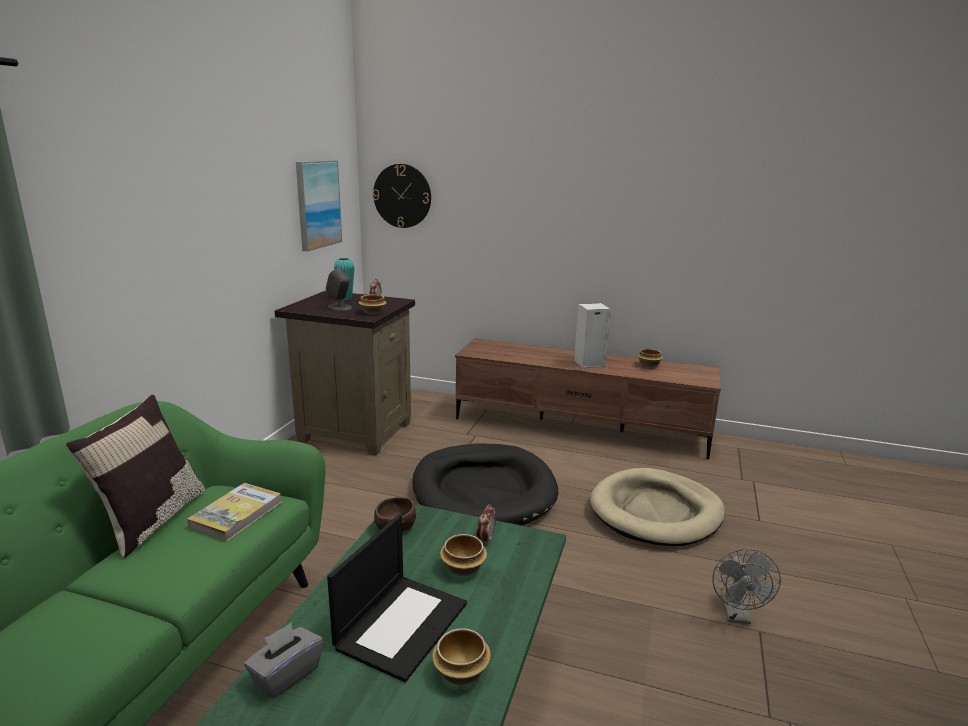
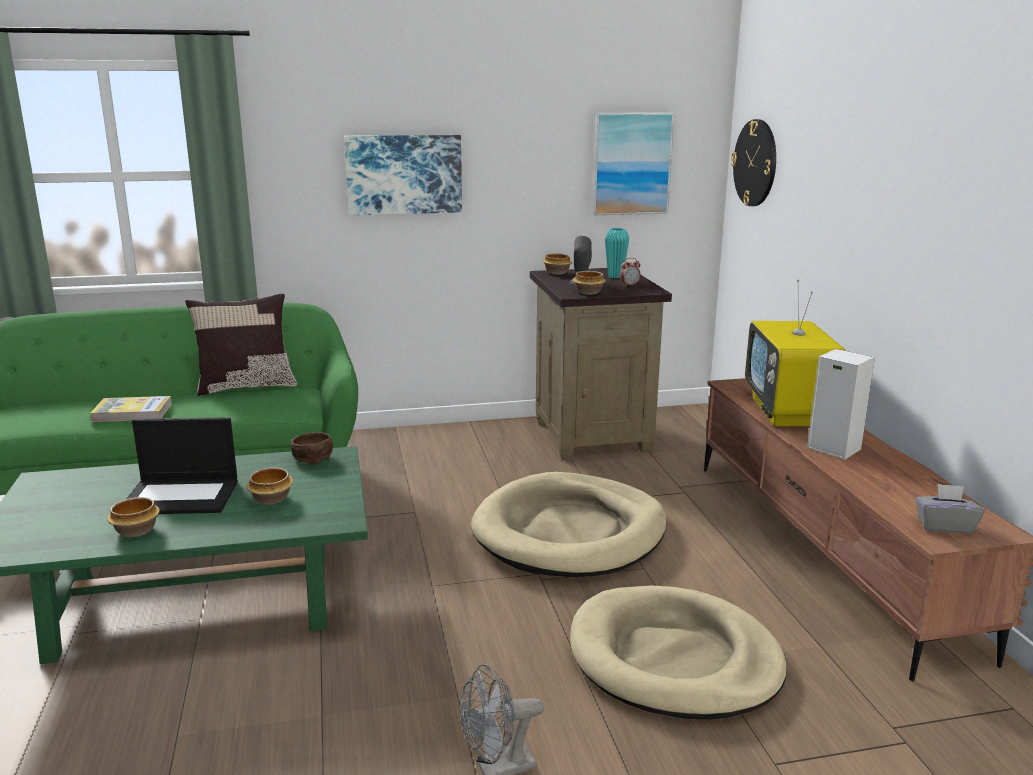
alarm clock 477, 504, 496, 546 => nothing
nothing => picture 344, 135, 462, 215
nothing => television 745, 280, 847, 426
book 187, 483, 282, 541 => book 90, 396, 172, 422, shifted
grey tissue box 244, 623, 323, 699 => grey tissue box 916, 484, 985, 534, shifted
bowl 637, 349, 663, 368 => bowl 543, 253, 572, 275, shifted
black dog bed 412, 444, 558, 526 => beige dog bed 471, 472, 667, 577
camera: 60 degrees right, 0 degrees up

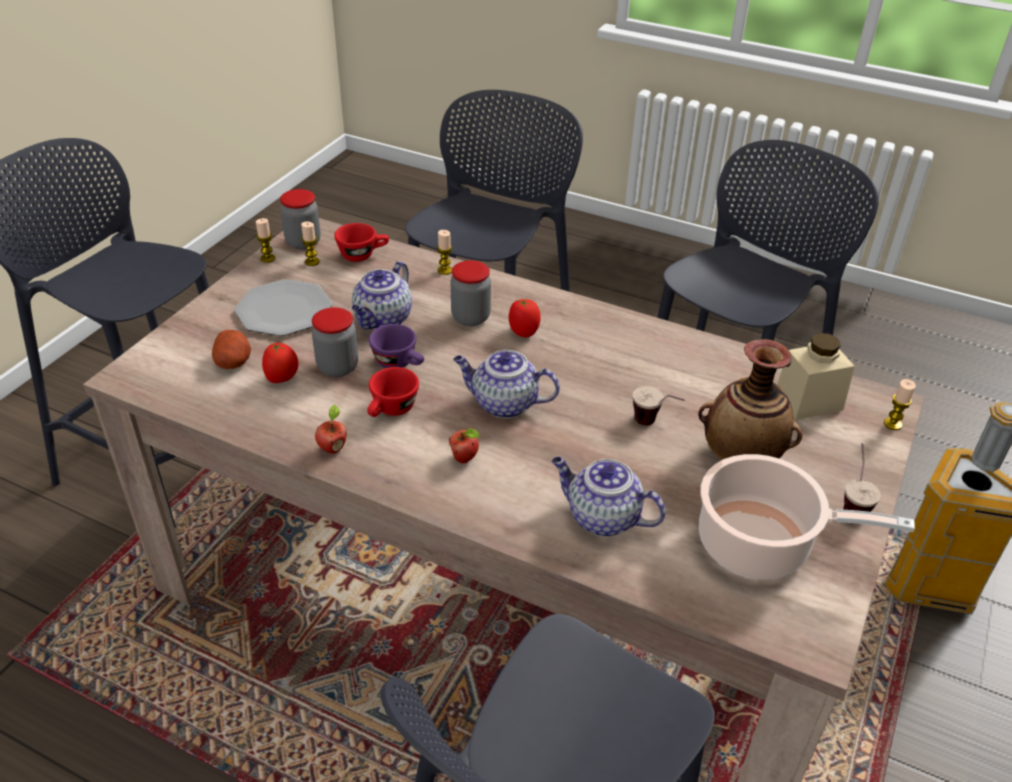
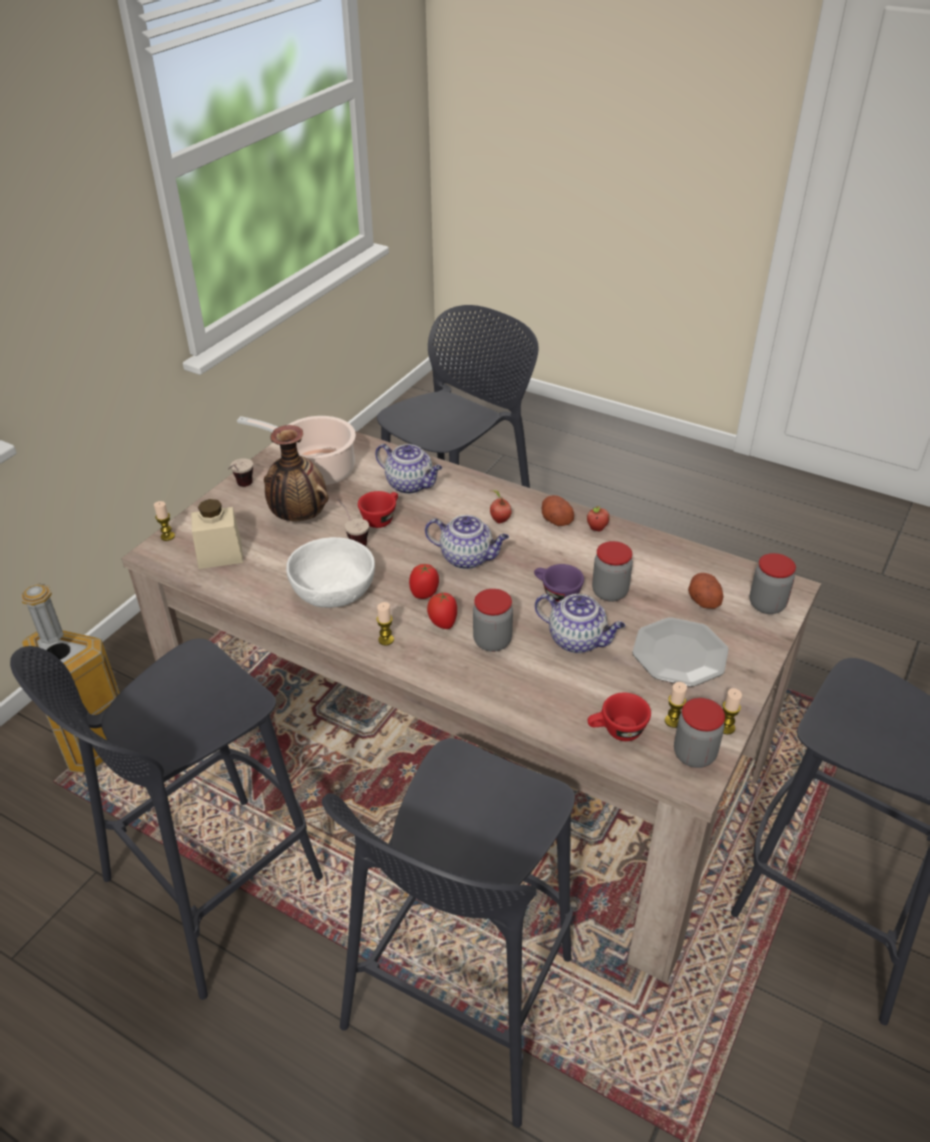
nothing => white bowl 286, 537, 375, 608
nothing => potato 542, 495, 574, 526
nothing => jar 750, 553, 796, 614
tomato 262, 342, 299, 383 => tomato 409, 564, 439, 599, shifted
red cup 367, 367, 419, 417 => red cup 358, 491, 398, 528, shifted
candle 437, 230, 452, 275 => candle 377, 602, 394, 646, shifted
teapot 352, 261, 412, 329 => teapot 535, 594, 625, 653, 90 degrees clockwise
camera: 175 degrees left, 0 degrees up

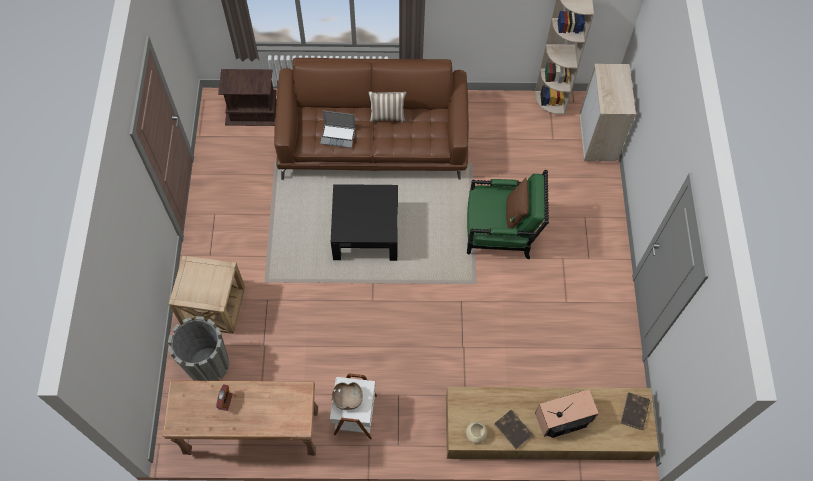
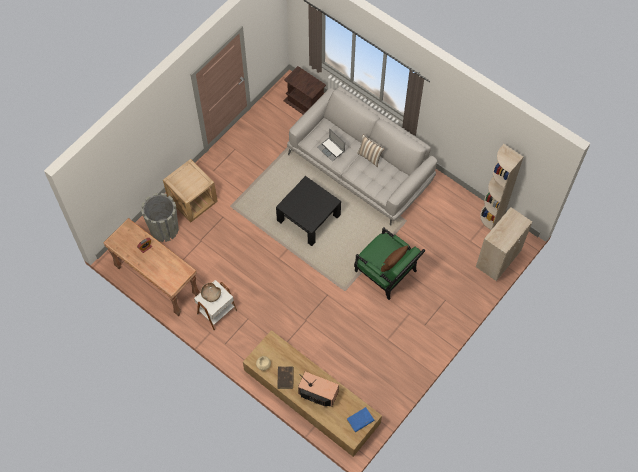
brown sofa 274, 58, 469, 180 => grey sofa 287, 86, 437, 226
brown book 620, 392, 650, 430 => blue book 347, 407, 374, 432
camera: 40 degrees right, 0 degrees up

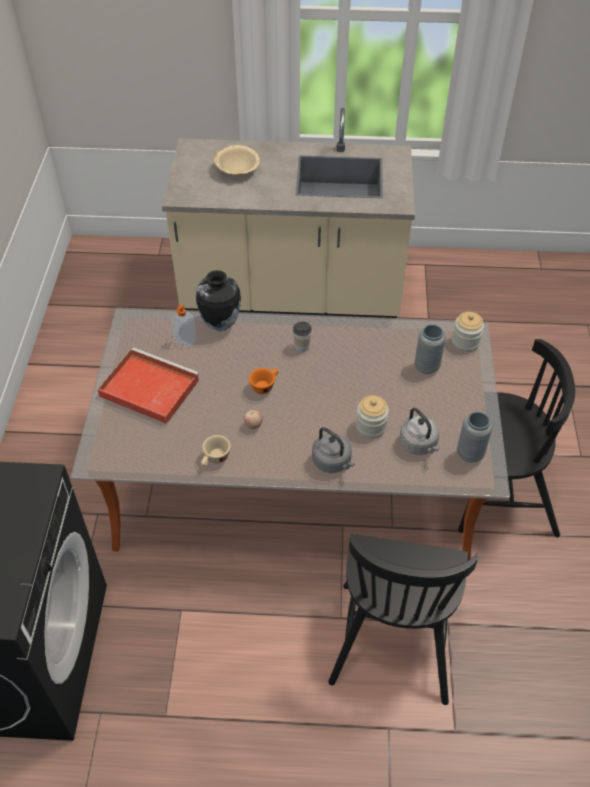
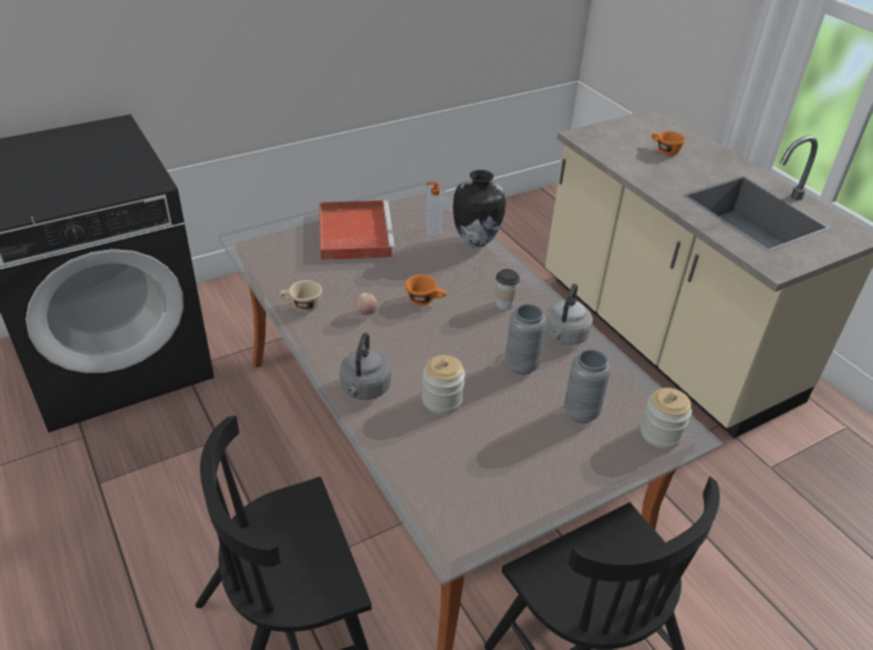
grey kettle 399, 408, 440, 455 => grey kettle 545, 284, 593, 345, shifted
grey vase 457, 412, 493, 463 => grey vase 505, 304, 547, 375, shifted
beige bowl 214, 145, 260, 176 => orange cup 652, 131, 685, 156
camera: 55 degrees right, 10 degrees down

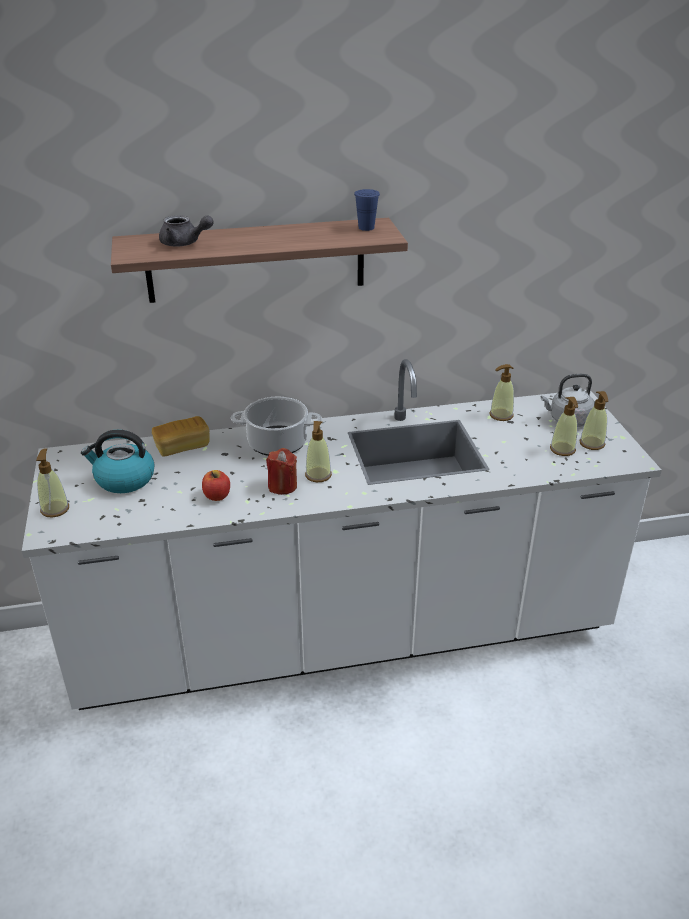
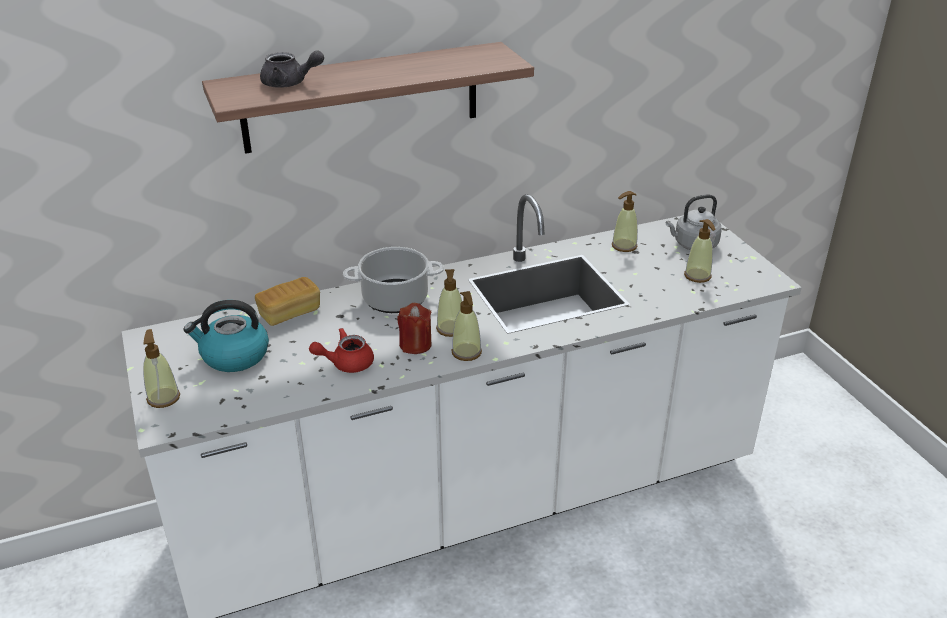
blue cup 354, 189, 380, 231 => nothing
soap dispenser 579, 391, 608, 450 => soap dispenser 452, 291, 482, 361, shifted
apple 202, 470, 230, 501 => red teapot 309, 328, 374, 373
camera: 10 degrees left, 0 degrees up

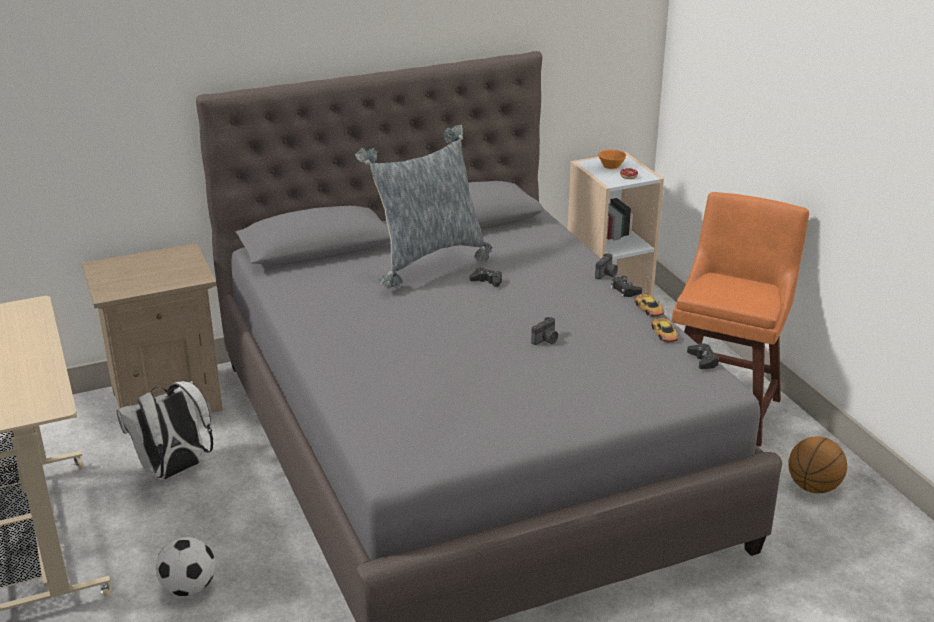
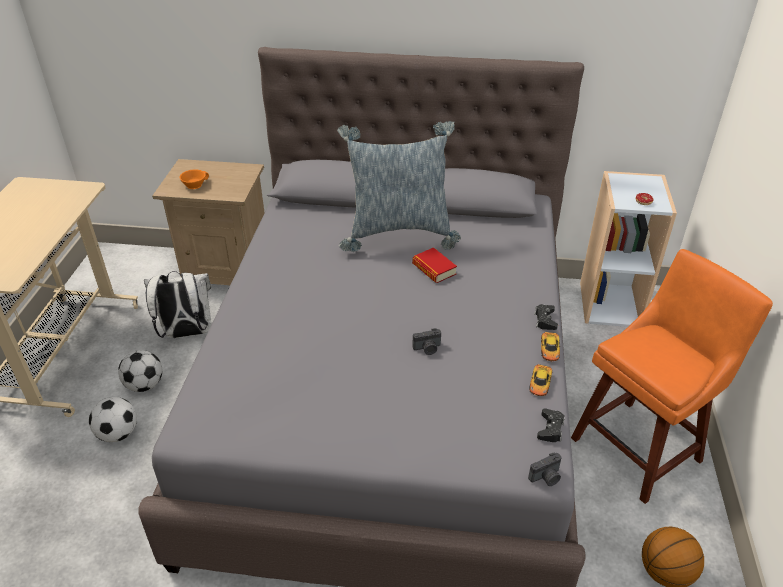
nothing => football 118, 350, 162, 392
photo camera 595, 253, 618, 279 => photo camera 528, 452, 562, 486, shifted
orange cup 598, 150, 626, 169 => orange cup 179, 169, 209, 189, shifted
black game controller 469, 268, 502, 287 => book 412, 247, 457, 283
camera: 30 degrees right, 10 degrees up

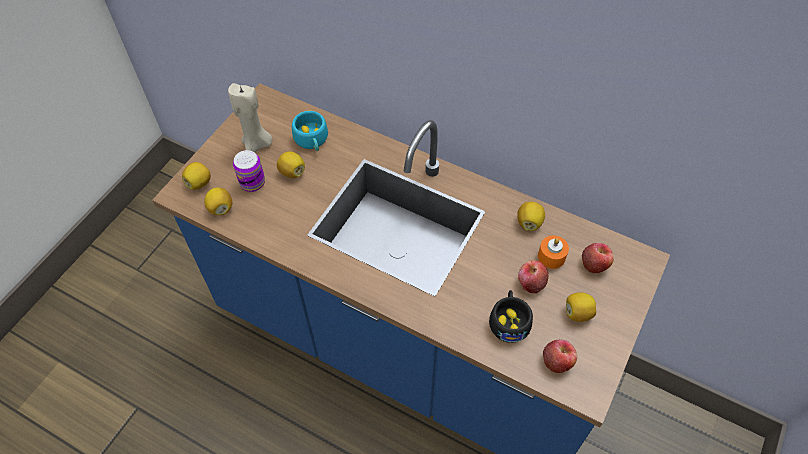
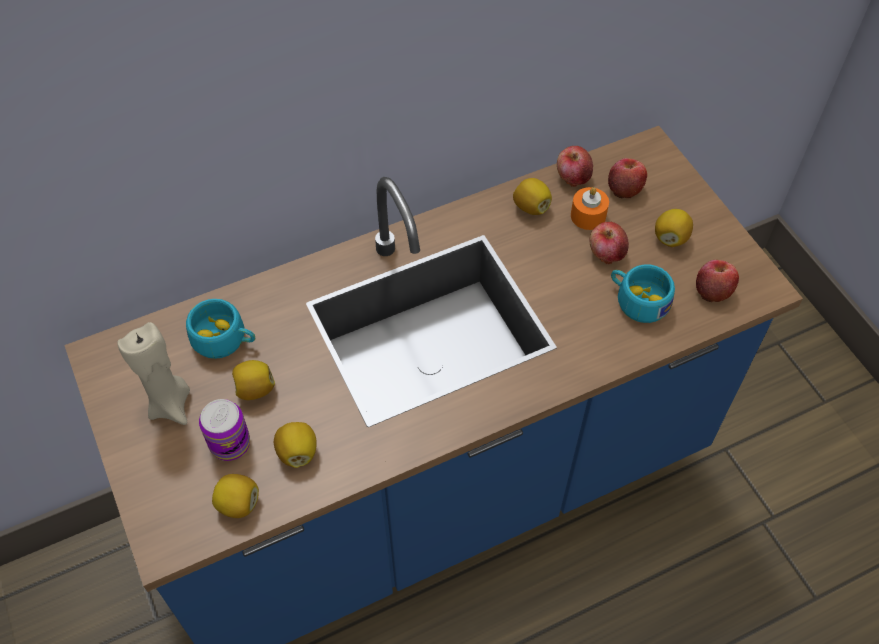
nothing => apple 557, 146, 593, 187
lemon 182, 162, 211, 190 => lemon 274, 422, 317, 468, shifted
black cup 489, 290, 533, 343 => turquoise cup 611, 264, 675, 323
camera: 55 degrees left, 0 degrees up

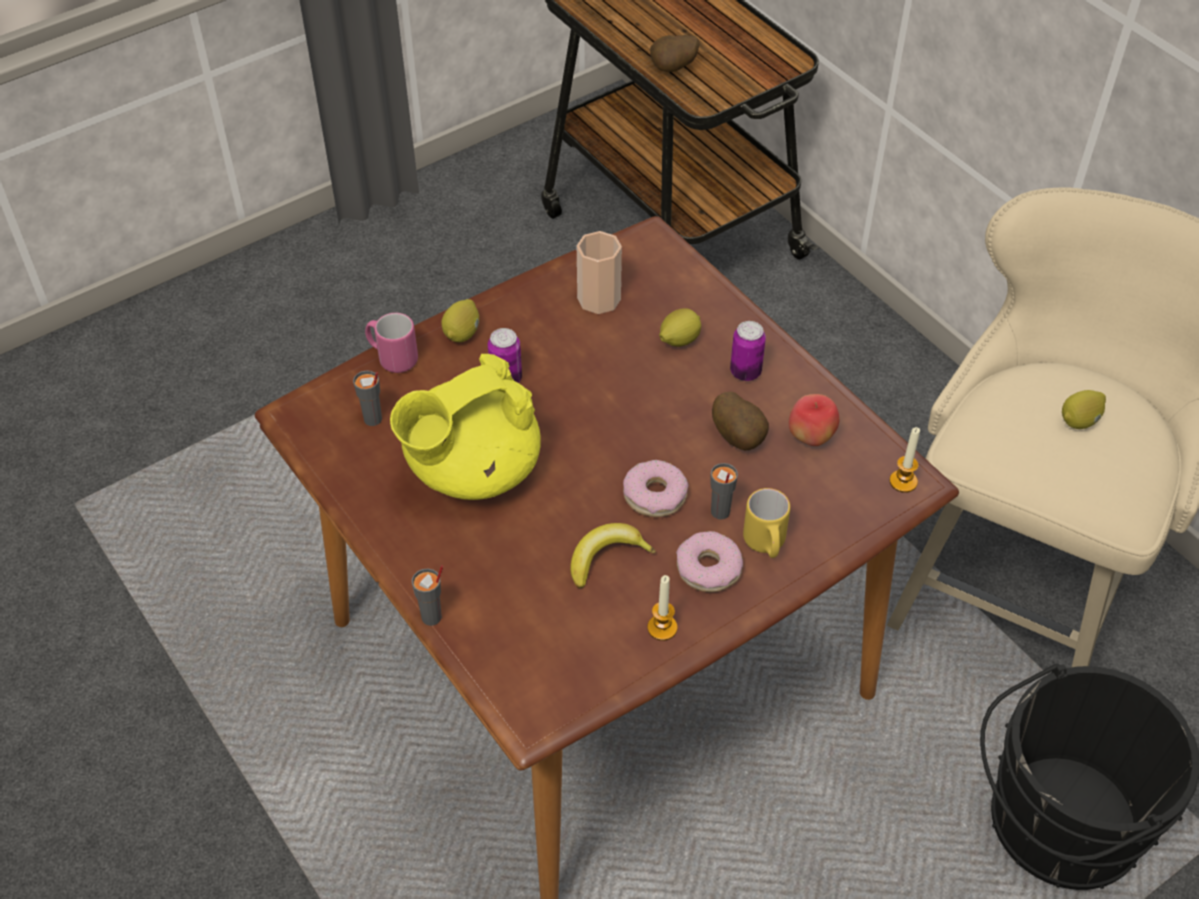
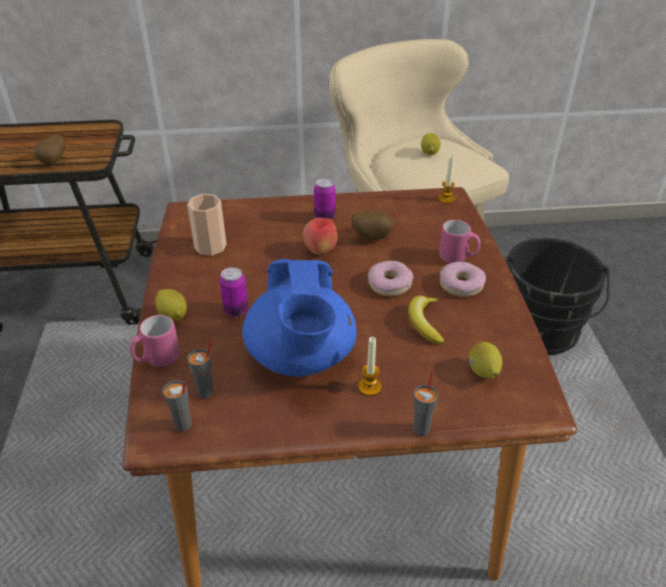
candle 648, 575, 677, 641 => candle 358, 337, 382, 396, shifted
lemon 659, 308, 701, 347 => lemon 469, 342, 503, 379, shifted
grey cup 710, 463, 738, 520 => grey cup 162, 380, 191, 432, shifted
apple 788, 394, 839, 446 => apple 303, 218, 338, 255, shifted
yellow teapot 390, 354, 541, 500 => blue teapot 242, 259, 357, 376
yellow mug 743, 488, 790, 558 => pink mug 439, 220, 480, 263
camera: 60 degrees left, 10 degrees down

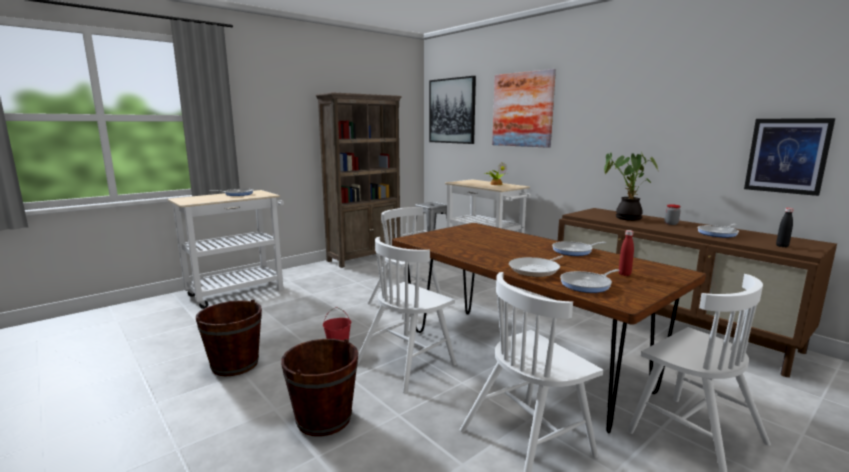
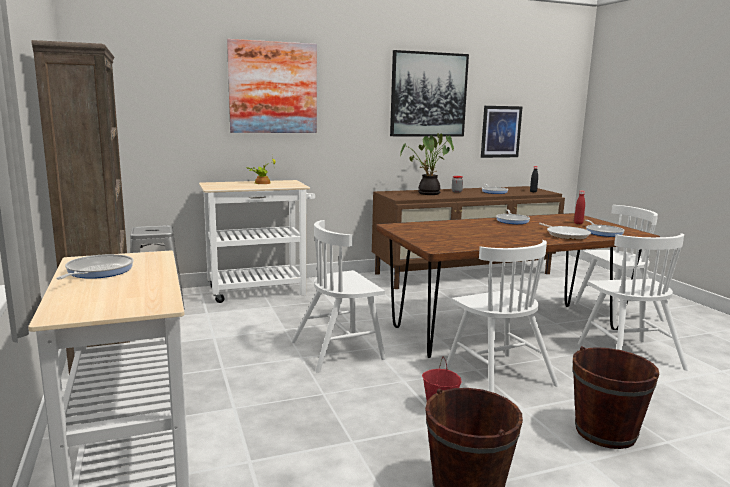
picture 429, 76, 476, 144 => picture 390, 50, 469, 136, shifted
camera: 70 degrees left, 0 degrees up

